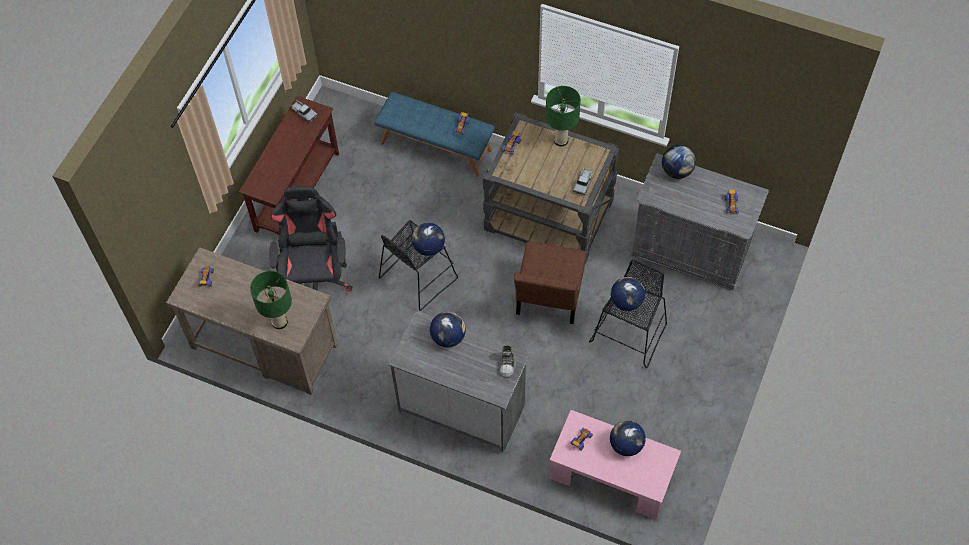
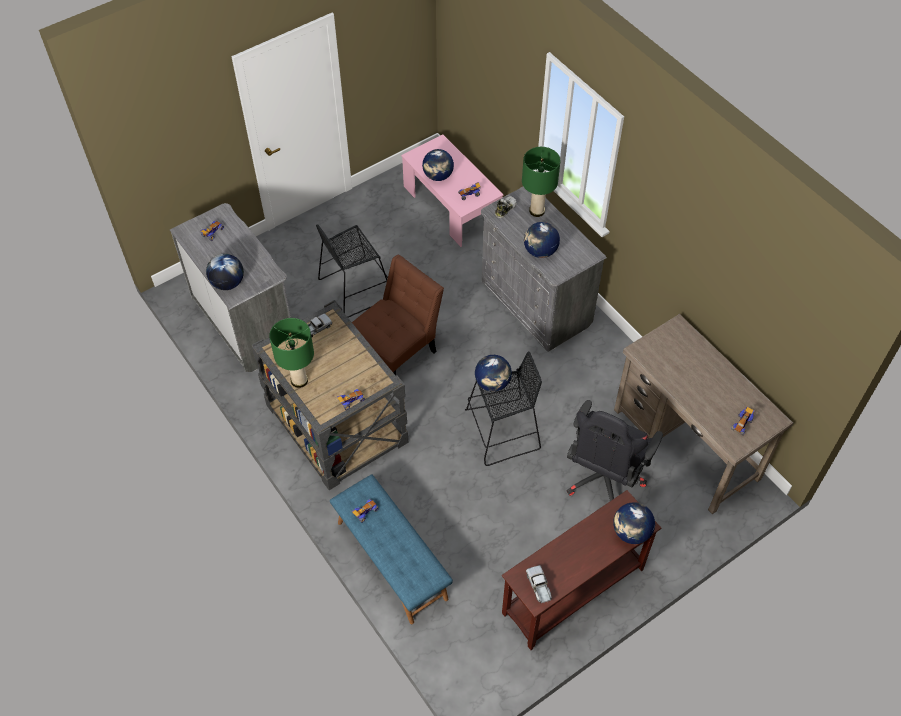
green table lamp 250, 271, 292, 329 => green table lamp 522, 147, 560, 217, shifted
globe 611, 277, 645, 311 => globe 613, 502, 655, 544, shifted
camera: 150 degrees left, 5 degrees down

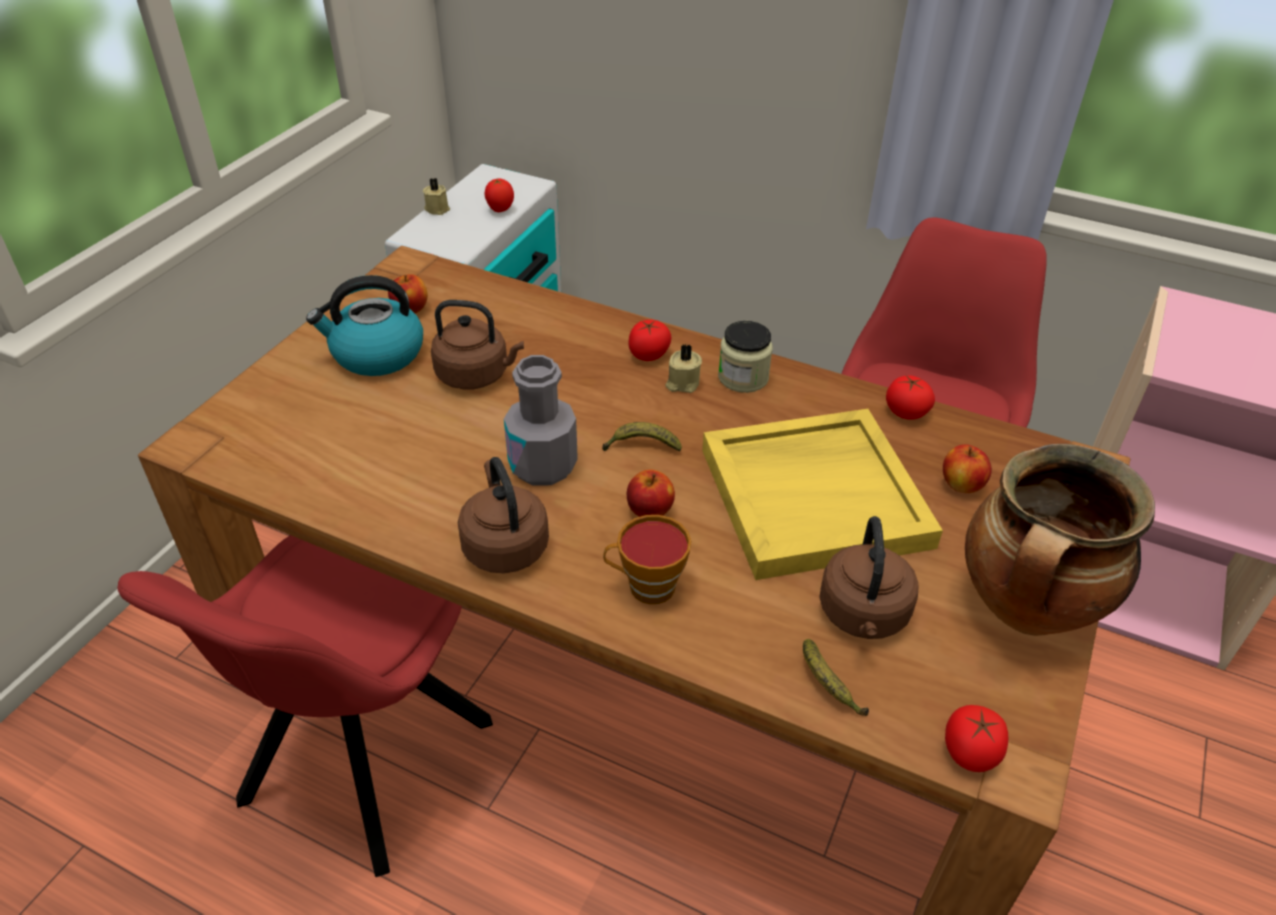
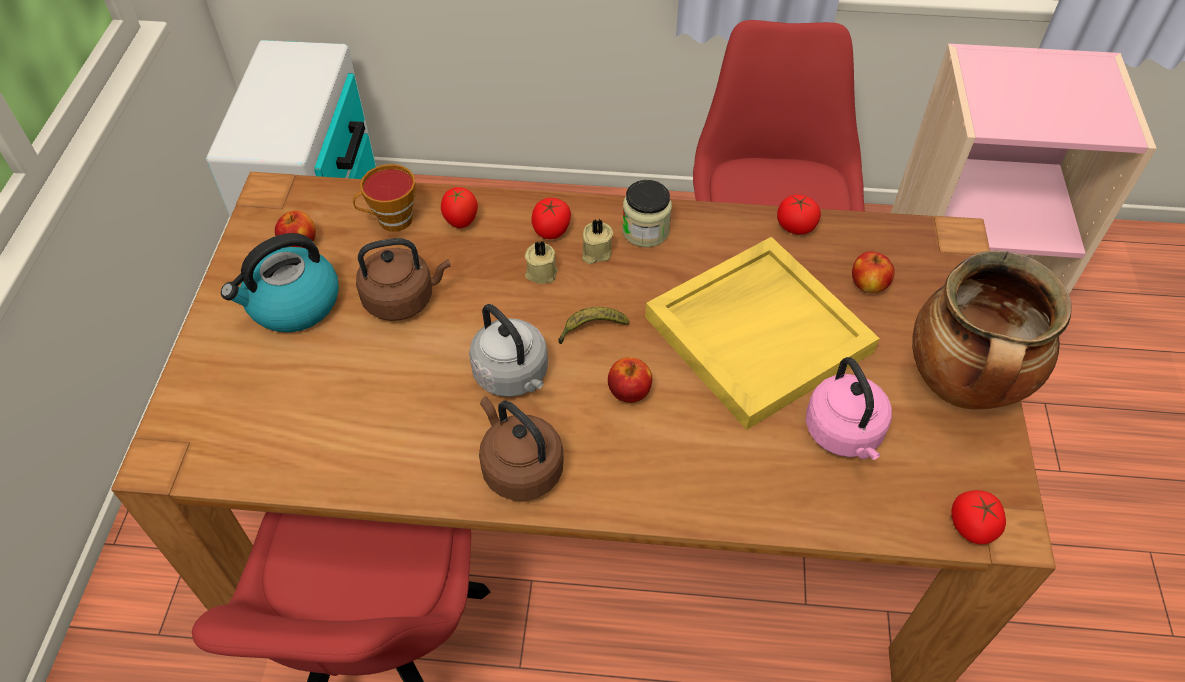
banana 803, 639, 869, 716 => nothing
beige candle 423, 178, 450, 215 => beige candle 525, 240, 558, 284, shifted
tomato 485, 179, 514, 212 => tomato 441, 187, 478, 228, shifted
cup 603, 515, 691, 604 => cup 353, 164, 415, 232, shifted
grey bottle 504, 355, 578, 485 => grey kettle 469, 304, 548, 397
brown kettle 819, 516, 919, 639 => pink kettle 806, 357, 892, 460
camera: 20 degrees left, 10 degrees up

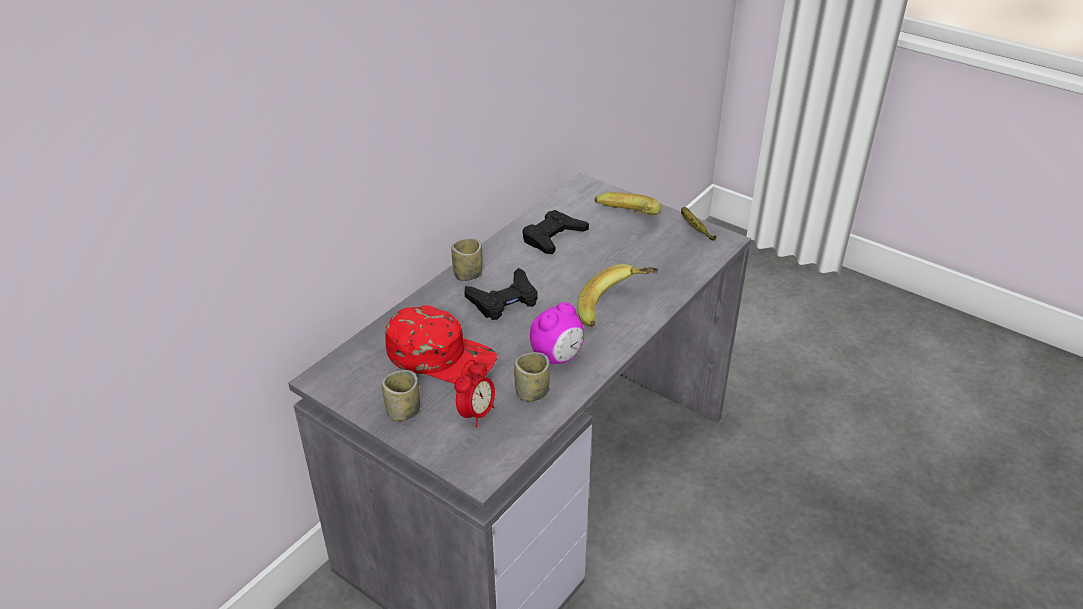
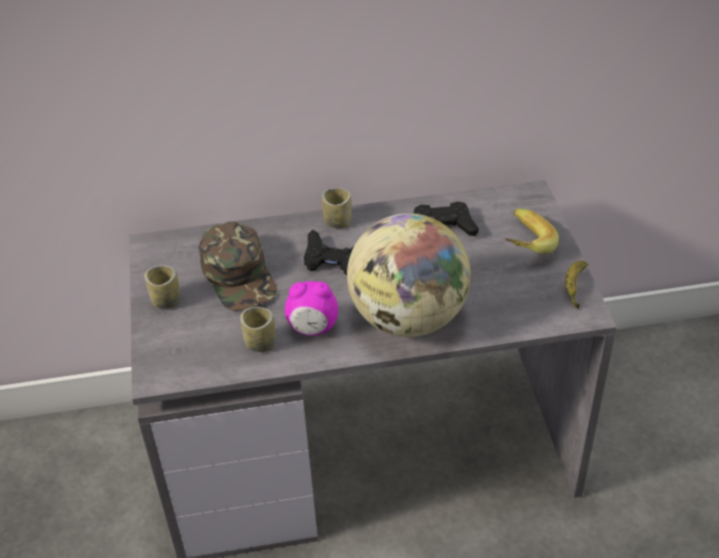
alarm clock 454, 359, 495, 427 => nothing
banana 577, 264, 658, 327 => globe 347, 213, 471, 337
red cap 385, 305, 497, 384 => green cap 199, 221, 277, 311
camera: 45 degrees right, 5 degrees up

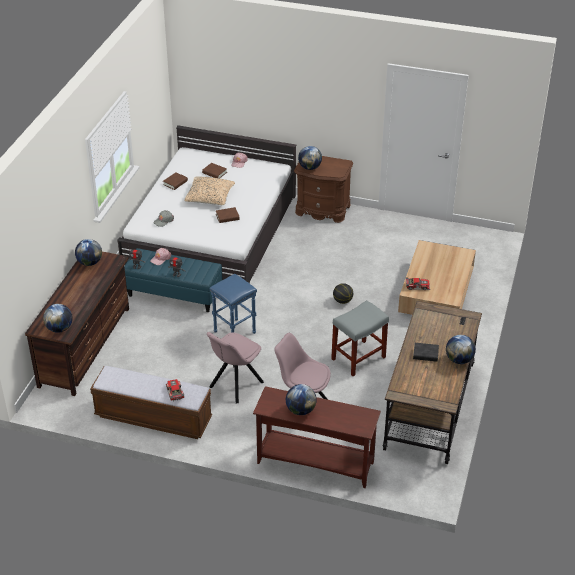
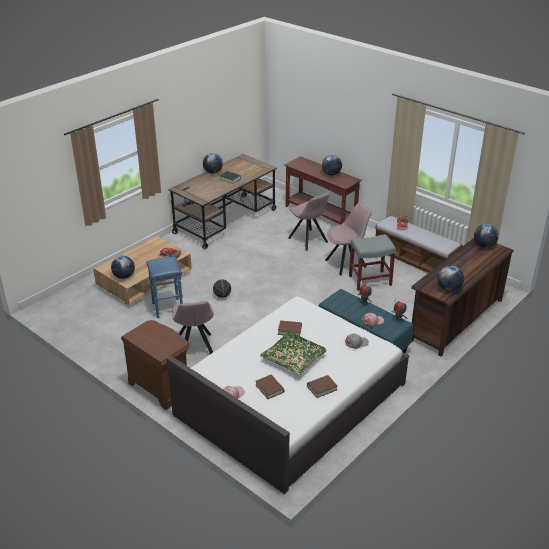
nothing => pink chair 173, 301, 214, 354
blue stool 210, 274, 257, 334 => blue stool 146, 256, 183, 318, shifted
globe 298, 146, 322, 170 => globe 111, 256, 135, 279, shifted
grey stool 331, 300, 389, 377 => grey stool 349, 234, 396, 291, shifted
beige pillow 184, 176, 235, 205 => green pillow 260, 332, 326, 375
camera: 155 degrees left, 5 degrees down

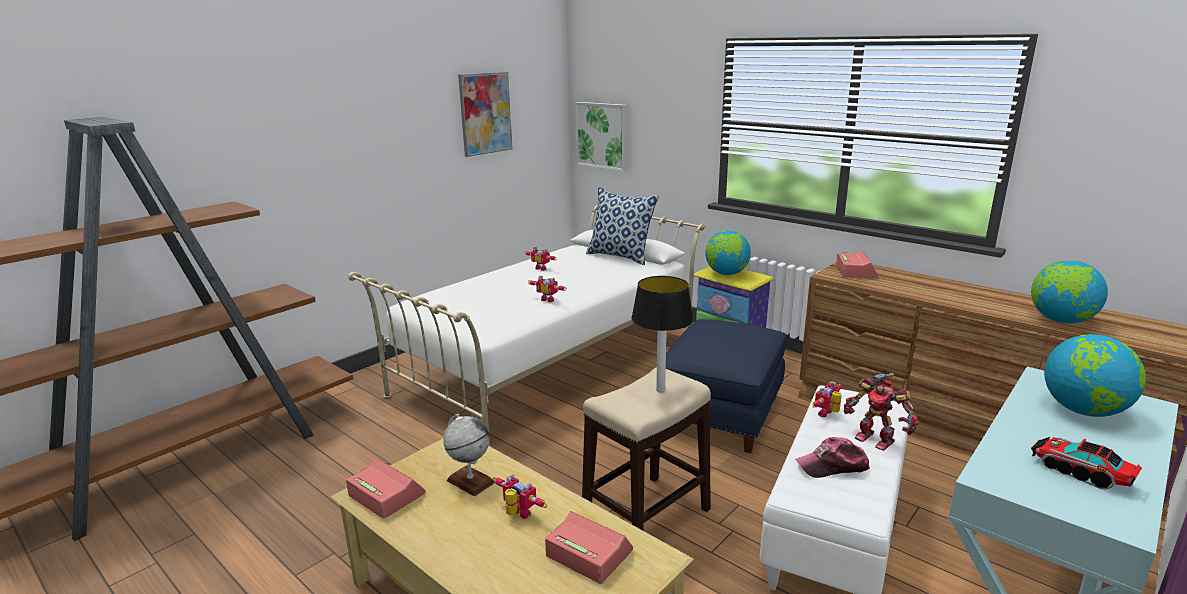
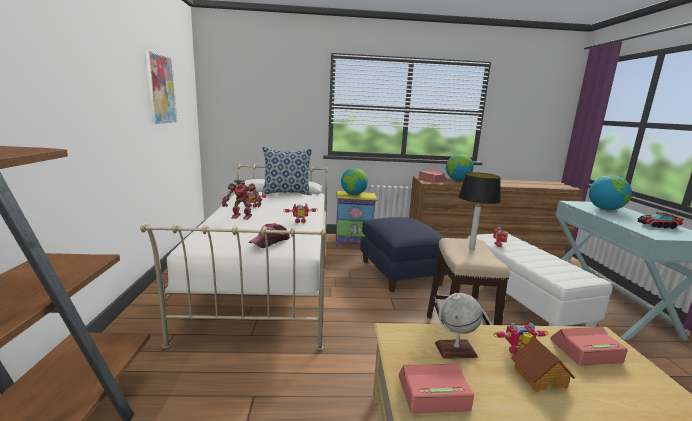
picture 575, 102, 627, 171 => nothing
nothing => toy house 511, 337, 575, 392
cap 796, 437, 870, 478 => cap 249, 223, 290, 248, shifted
toy robot 844, 373, 919, 451 => toy robot 222, 180, 262, 219, shifted
globe 1031, 260, 1108, 323 => globe 446, 154, 474, 180, shifted
camera: 45 degrees left, 5 degrees down

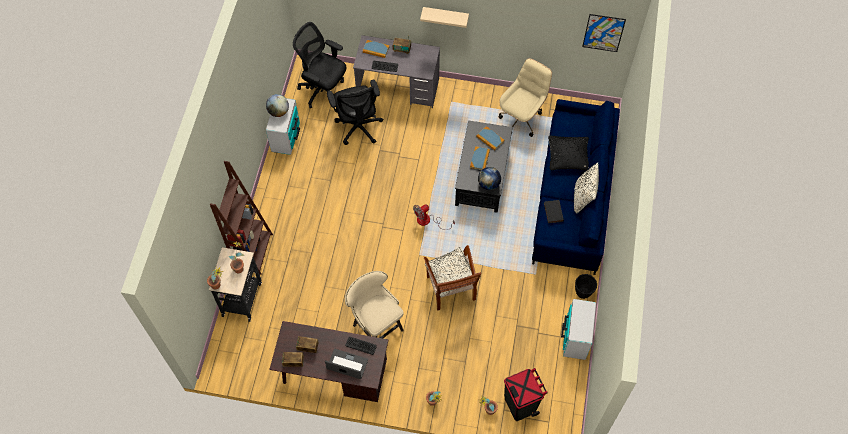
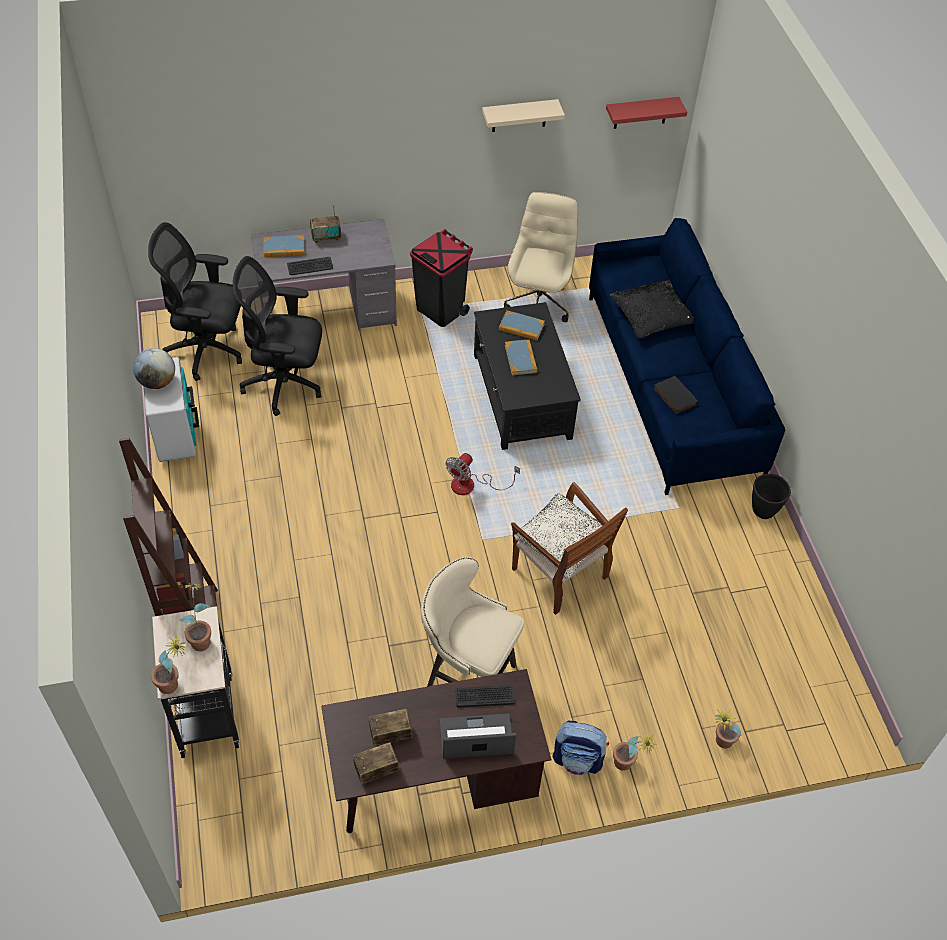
globe 478, 167, 501, 190 => nothing
white nightstand 561, 299, 596, 360 => nothing
beige pillow 574, 163, 599, 213 => nothing
nothing => backpack 553, 721, 609, 775
beige shelf 420, 7, 469, 28 => beige shelf 482, 99, 565, 132, shifted
black trash can 504, 368, 548, 421 => black trash can 410, 229, 473, 327, shifted
picture 582, 14, 626, 52 => red shelf 606, 97, 687, 129
black office chair 327, 80, 383, 145 => black office chair 233, 256, 322, 416, 135 degrees clockwise
camera: 25 degrees left, 10 degrees down

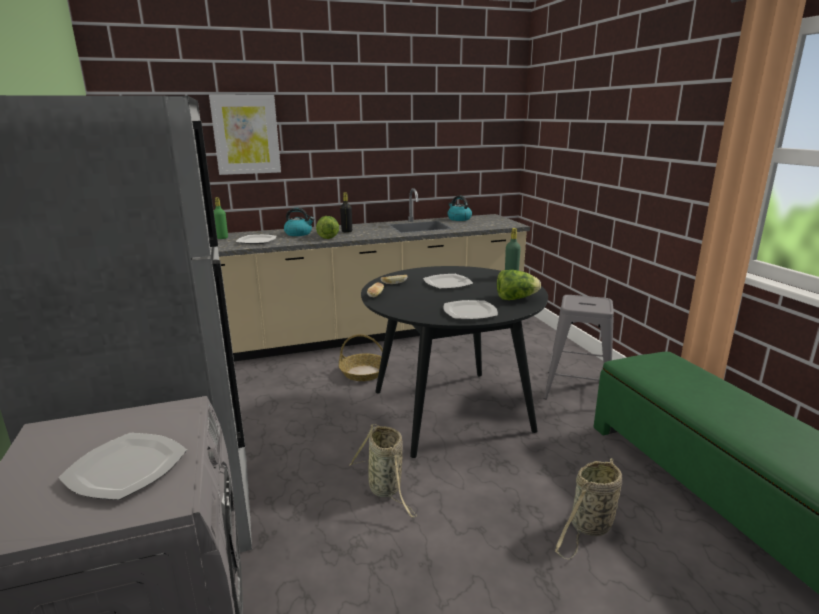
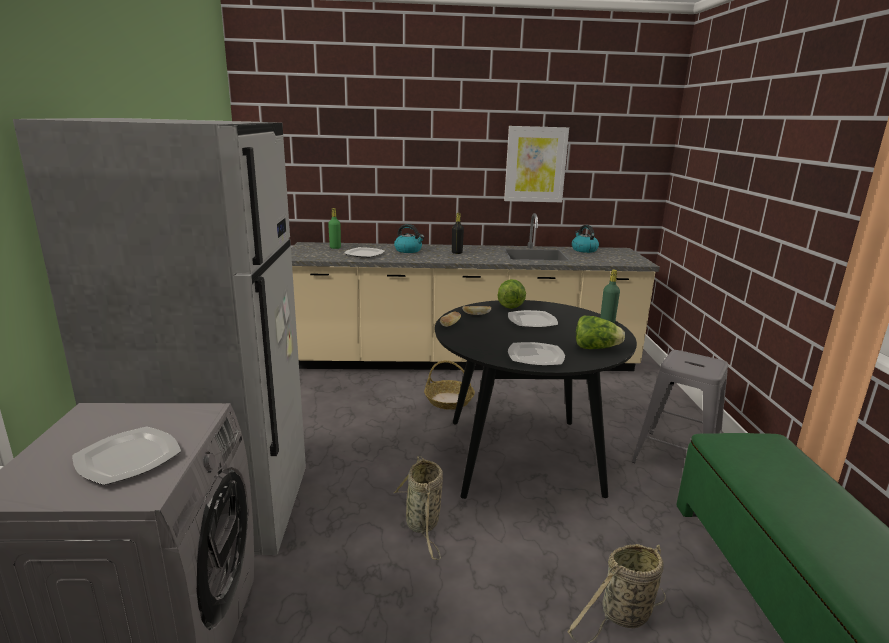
picture 209, 95, 281, 175 => picture 504, 126, 569, 202, shifted
lettuce 316, 216, 339, 239 => lettuce 498, 279, 526, 309, shifted
camera: 15 degrees right, 0 degrees up

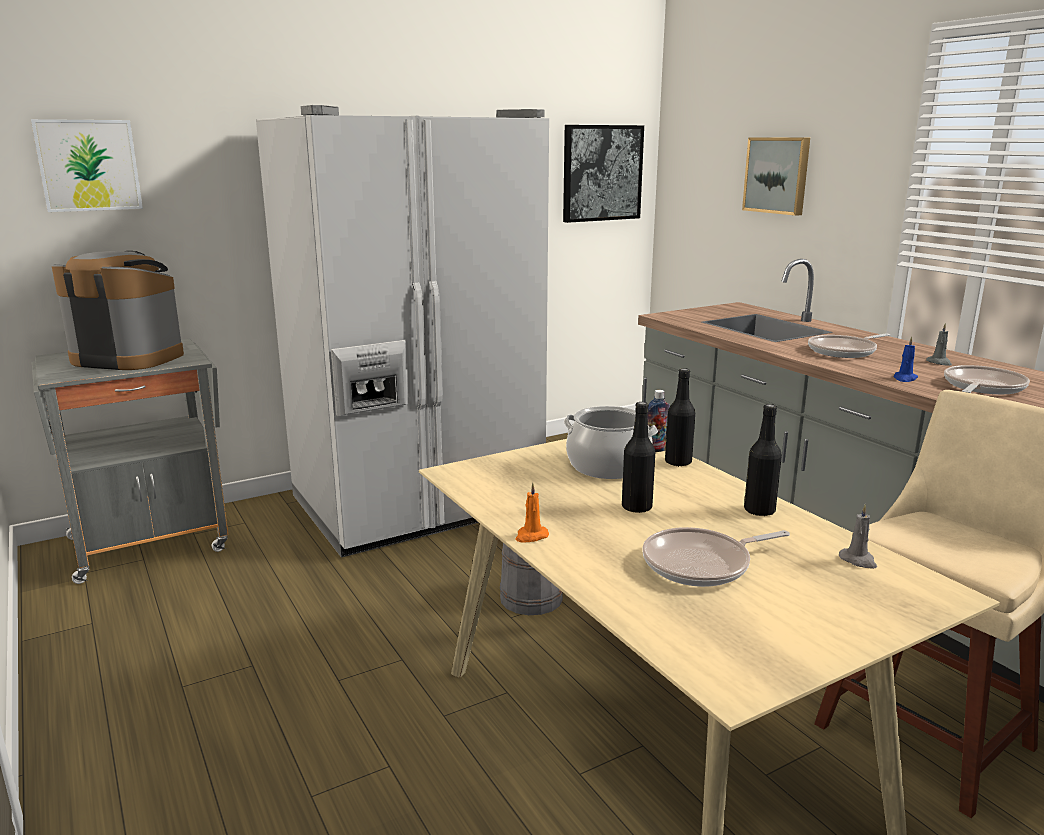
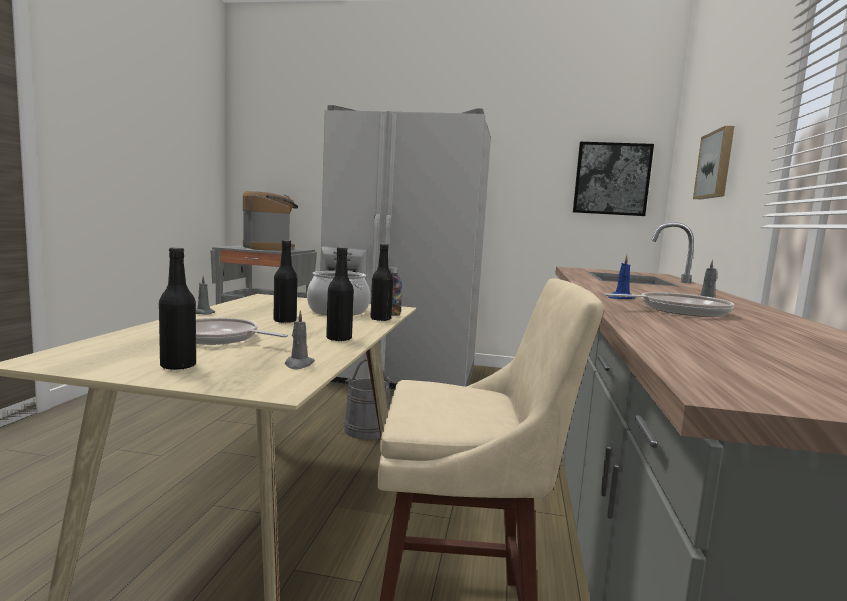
picture 31, 119, 143, 212 => nothing
frying pan 808, 334, 890, 358 => nothing
nothing => black bottle 159, 247, 196, 370
orange candle 515, 483, 549, 543 => grey candle 196, 276, 215, 315
camera: 40 degrees right, 10 degrees down

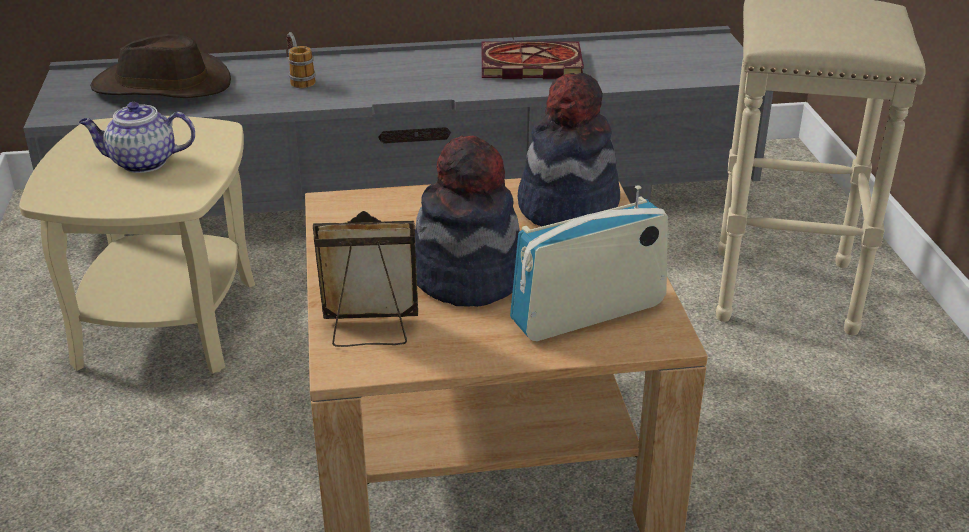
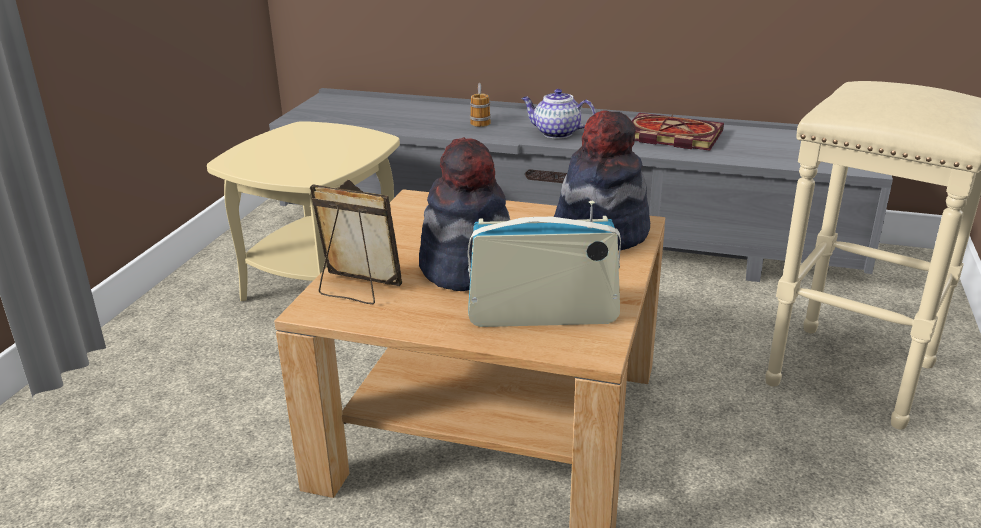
brown hat 90, 34, 231, 98 => nothing
teapot 79, 102, 195, 173 => teapot 521, 89, 596, 139, shifted
camera: 25 degrees right, 5 degrees down

